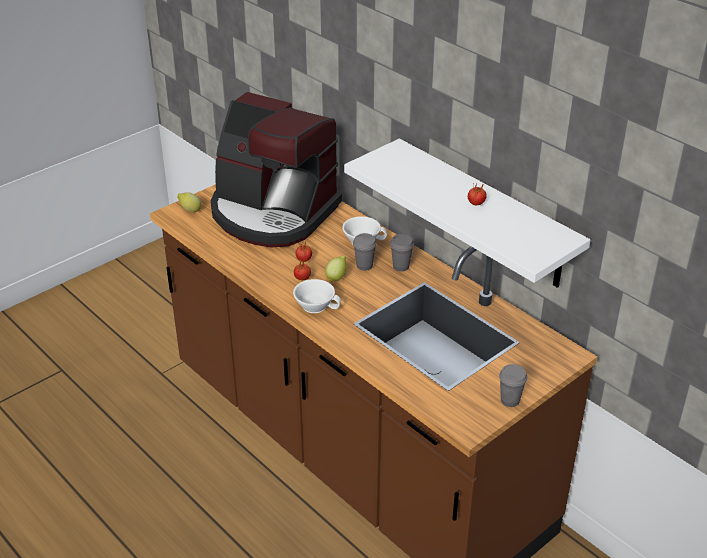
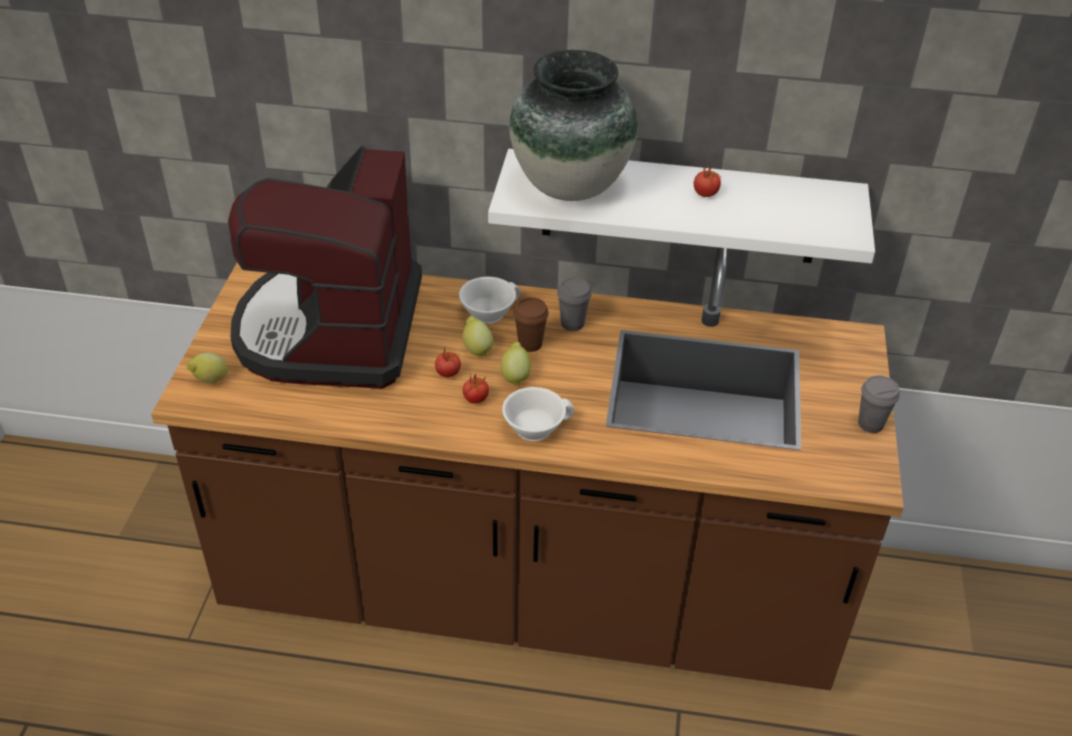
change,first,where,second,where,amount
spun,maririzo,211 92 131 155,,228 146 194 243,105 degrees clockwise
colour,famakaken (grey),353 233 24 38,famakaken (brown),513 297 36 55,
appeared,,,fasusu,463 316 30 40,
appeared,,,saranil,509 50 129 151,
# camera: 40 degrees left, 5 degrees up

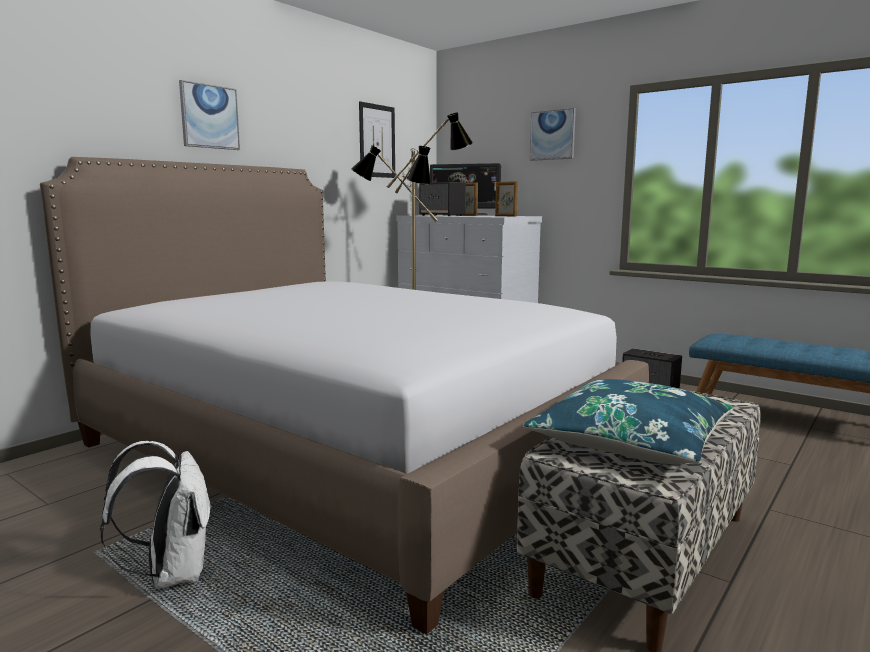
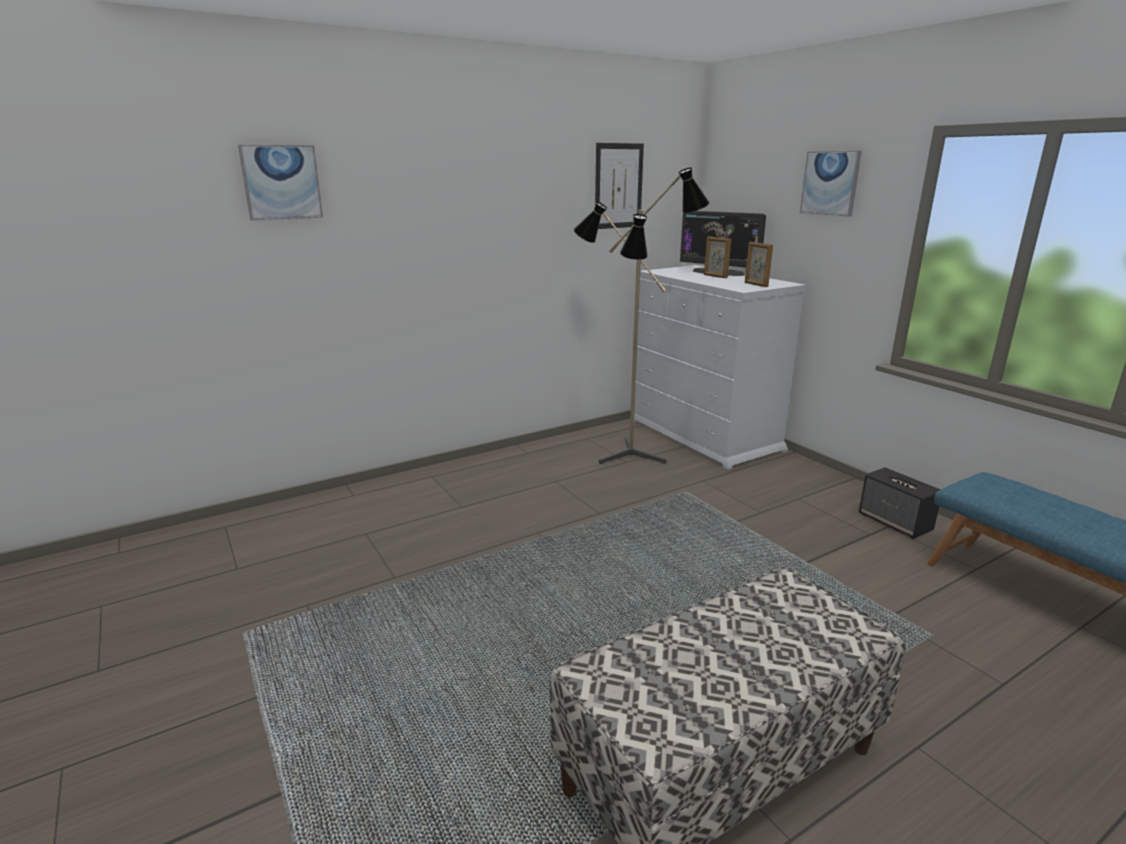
change,first,where,second,where,amount
missing,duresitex,40 157 609 478,,,
missing,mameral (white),100 441 112 148,,,
relocated,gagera,179 80 61 70,,238 145 85 75,
missing,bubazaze,419 182 47 34,,,
missing,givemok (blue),523 379 210 85,,,
# camera: 20 degrees right, 10 degrees up

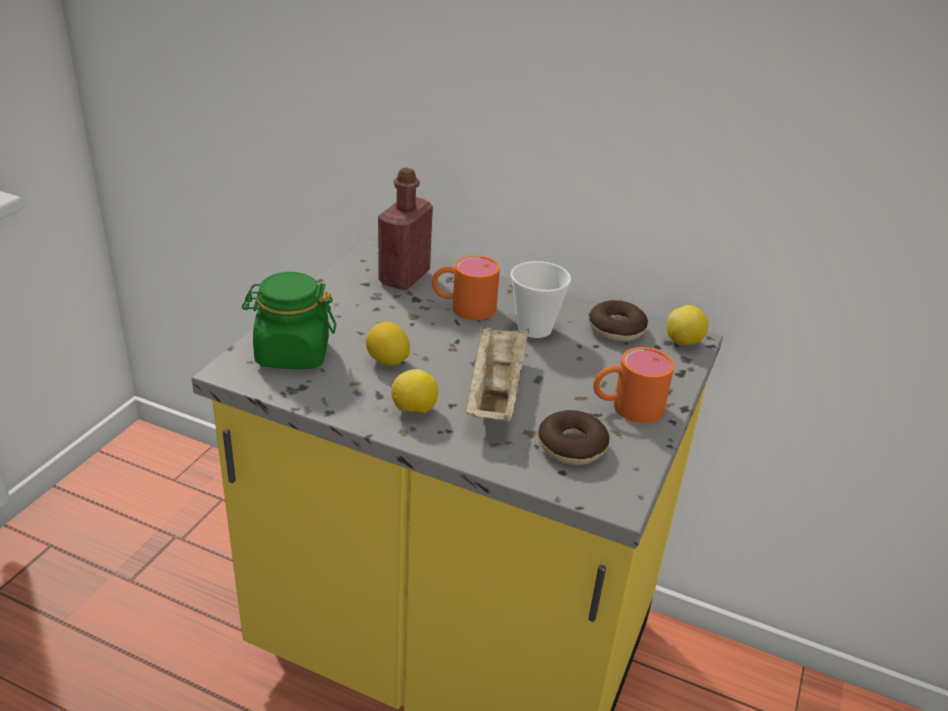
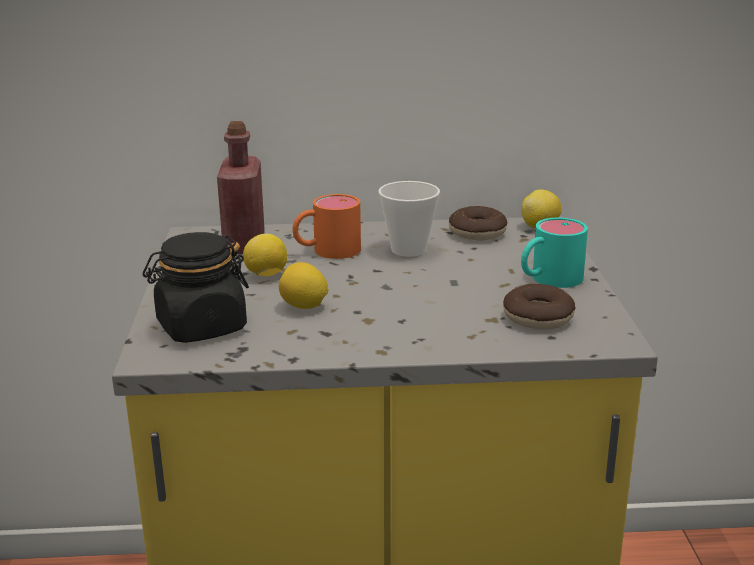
change,first,where,second,where,amount
colour,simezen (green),242 272 94 97,simezen (black),143 232 106 111,
relocated,fasusu,391 369 47 44,,243 234 44 42,
missing,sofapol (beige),465 325 64 97,,,
colour,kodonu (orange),593 347 81 76,kodonu (turquoise),521 218 67 70,
# camera: 25 degrees left, 10 degrees down

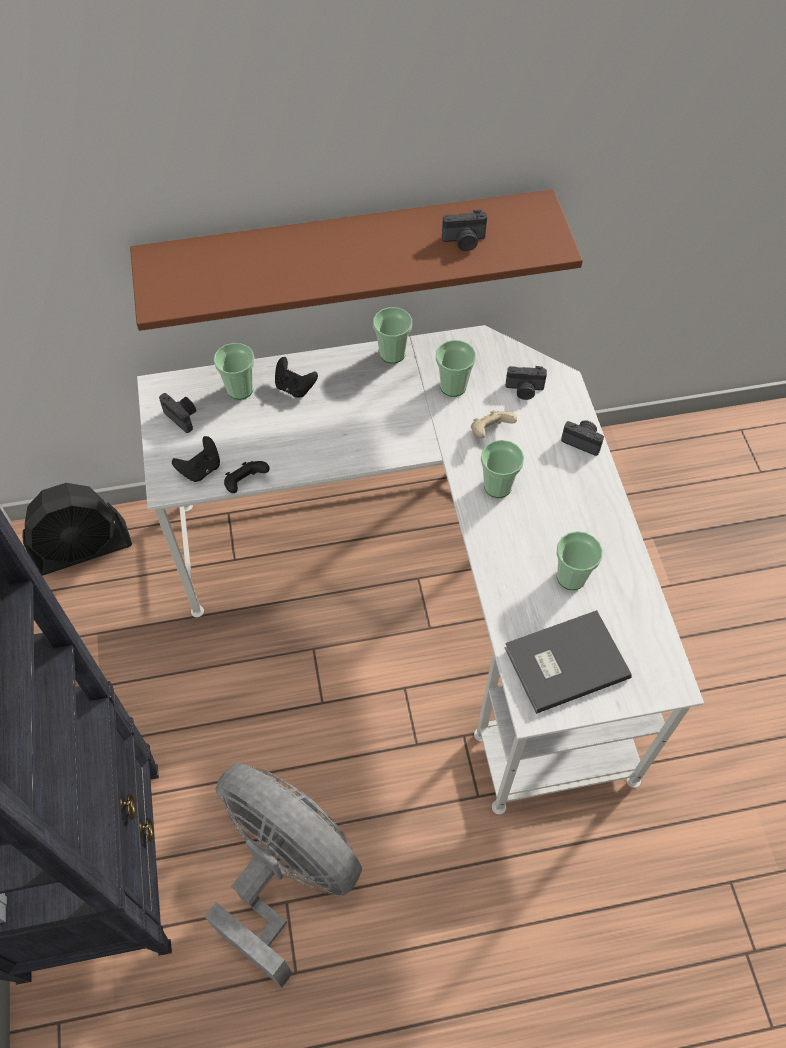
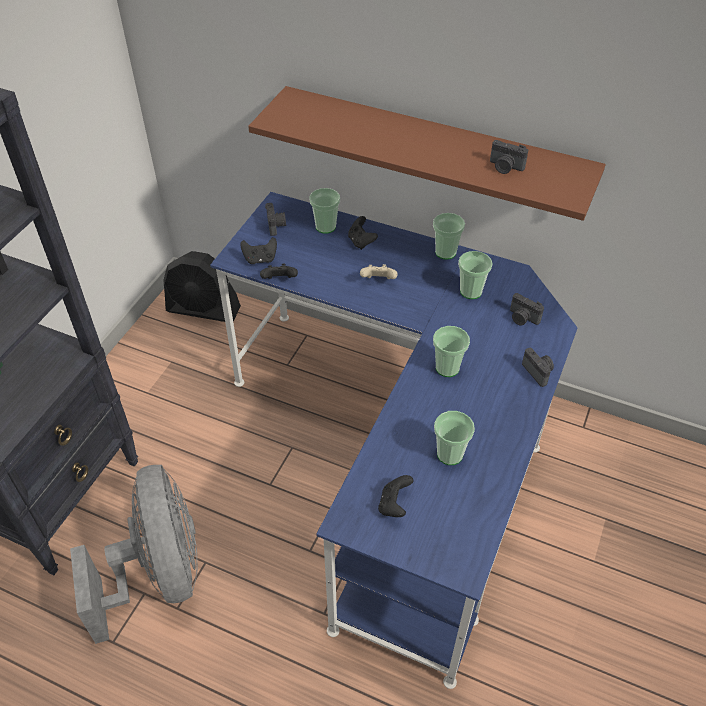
change,first,where,second,where,amount
colour,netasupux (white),137 325 567 489,netasupux (blue),210 192 368 497,
relocated,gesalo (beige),471 410 46 28,,360 264 38 15,
exchanged,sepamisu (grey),504 610 128 104,gesalo (black),378 475 35 42,
# camera: 35 degrees right, 10 degrees down

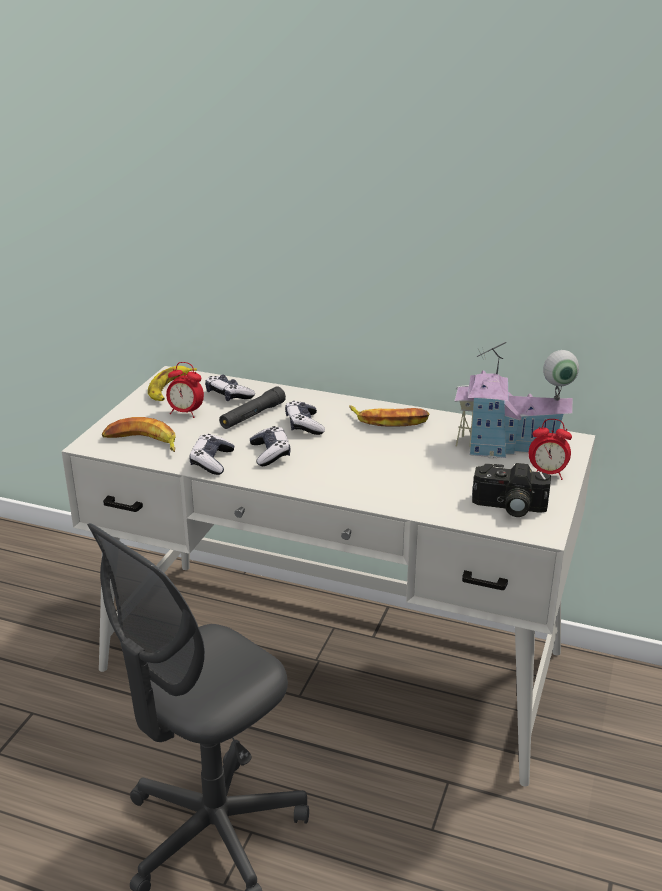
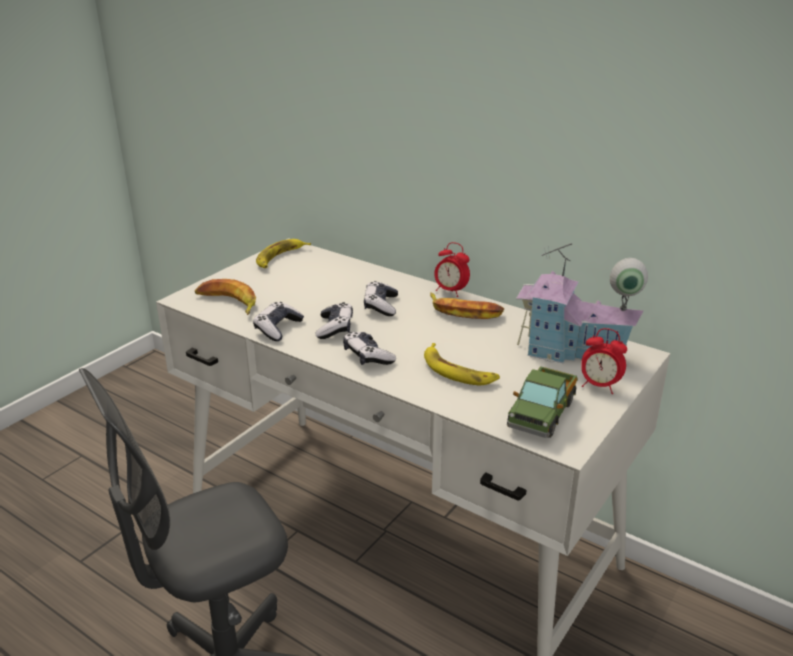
change,first,where,second,where,amount
relocated,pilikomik,166 362 38 56,,435 242 35 55,
relocated,gesalo,205 375 50 26,,343 332 53 33,
missing,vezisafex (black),219 386 67 43,,,
exchanged,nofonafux,472 463 79 54,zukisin,507 366 71 72,
appeared,,,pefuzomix,424 343 76 42,
# camera: 15 degrees right, 0 degrees up

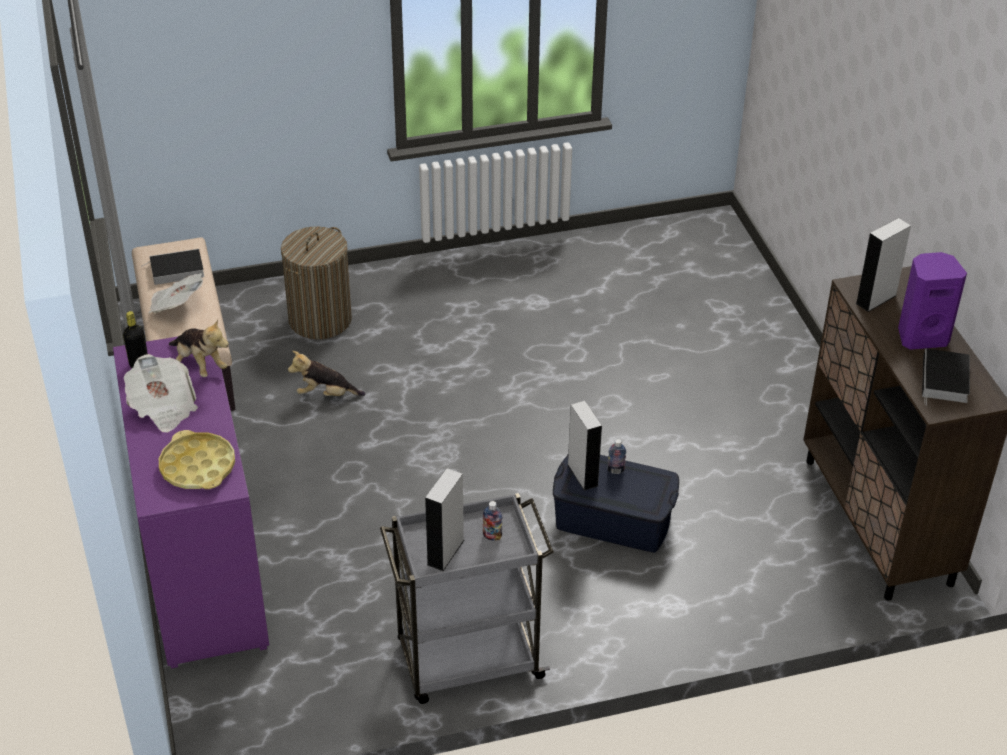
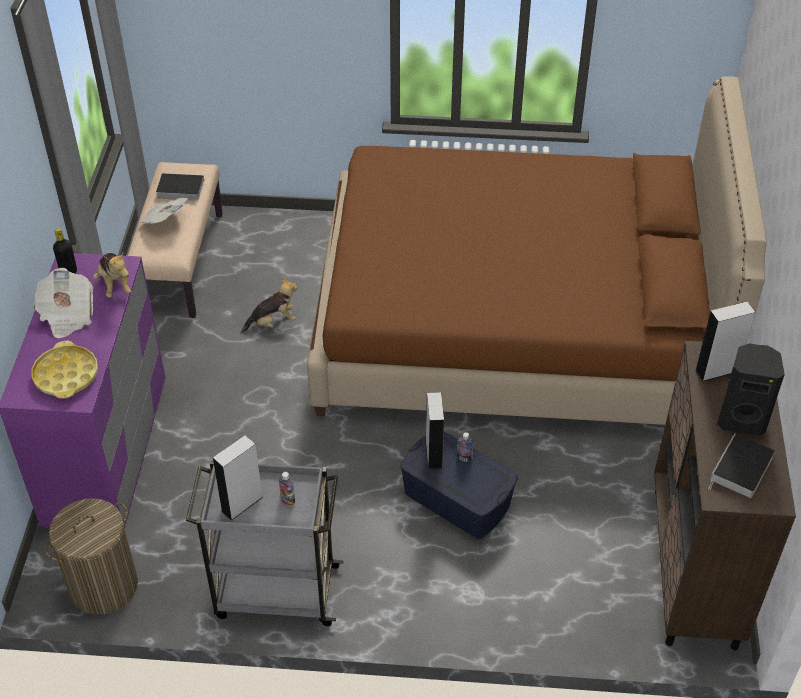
change,first,where,second,where,amount
relocated,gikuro,281 226 71 113,,45 498 93 117,
spun,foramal,288 351 77 45,,241 277 57 56,135 degrees clockwise
colour,bubazaze (purple),898 252 69 98,bubazaze (black),717 343 68 93,
appeared,,,duresitex (brown),307 76 460 349,
# camera: 20 degrees right, 5 degrees up

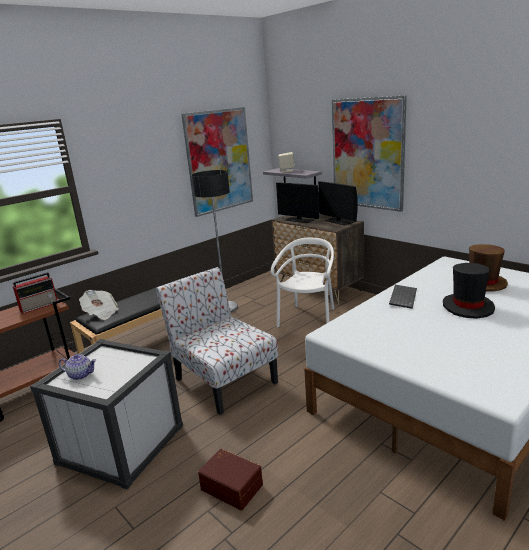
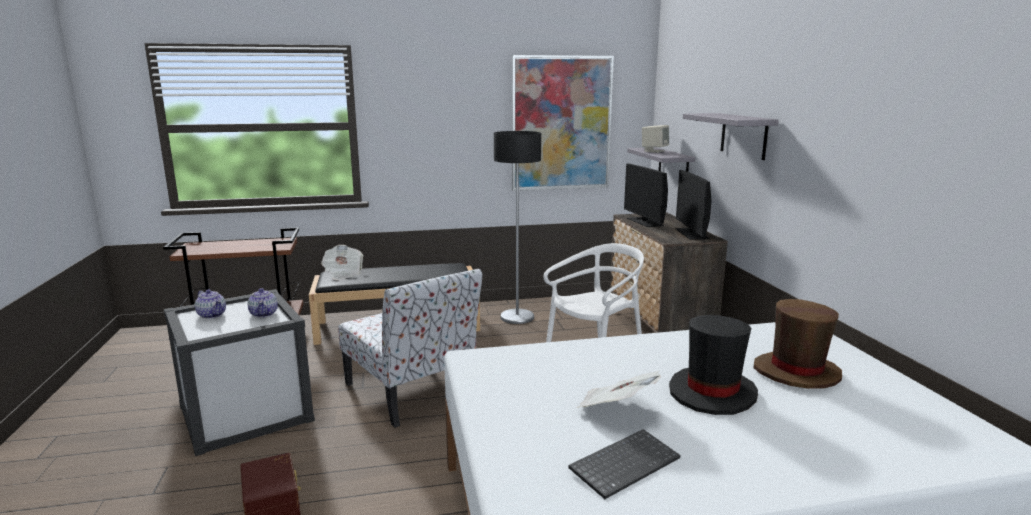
change,first,where,second,where,amount
missing,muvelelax,13 272 44 42,,,
spun,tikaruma,156 267 122 148,,338 269 144 159,150 degrees clockwise
exchanged,gagera,332 95 75 117,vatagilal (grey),683 113 96 47,
relocated,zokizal,389 285 28 24,,568 429 113 70,
appeared,,,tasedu,247 288 31 30,
appeared,,,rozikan,577 371 84 37,
# camera: 30 degrees right, 5 degrees down

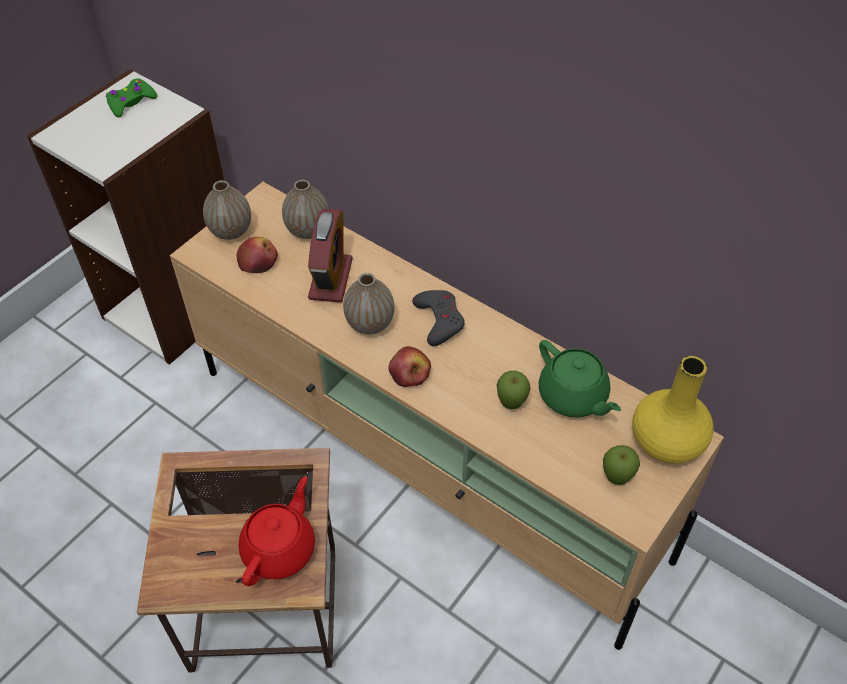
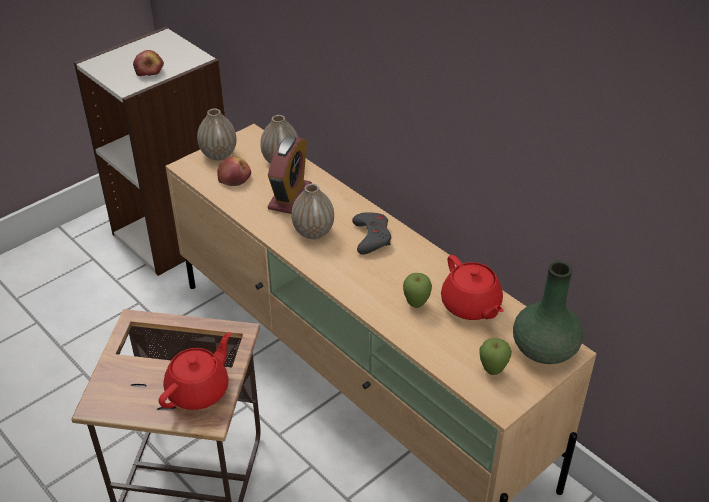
change,first,where,second,where,amount
missing,gesalo (green),106 78 51 39,,,
relocated,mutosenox,388 346 43 41,,133 50 31 26,
colour,tasedu (green),538 340 83 77,tasedu (red),441 255 62 65,
colour,saranil (yellow),632 356 82 108,saranil (green),513 261 71 103,
# camera: 10 degrees right, 10 degrees down

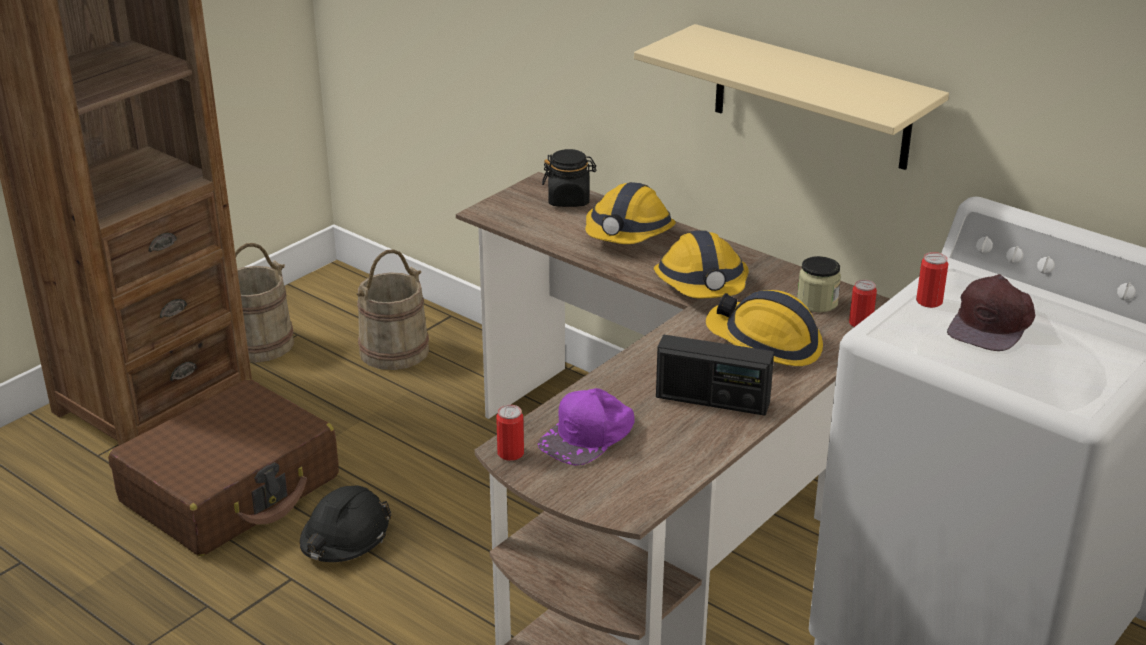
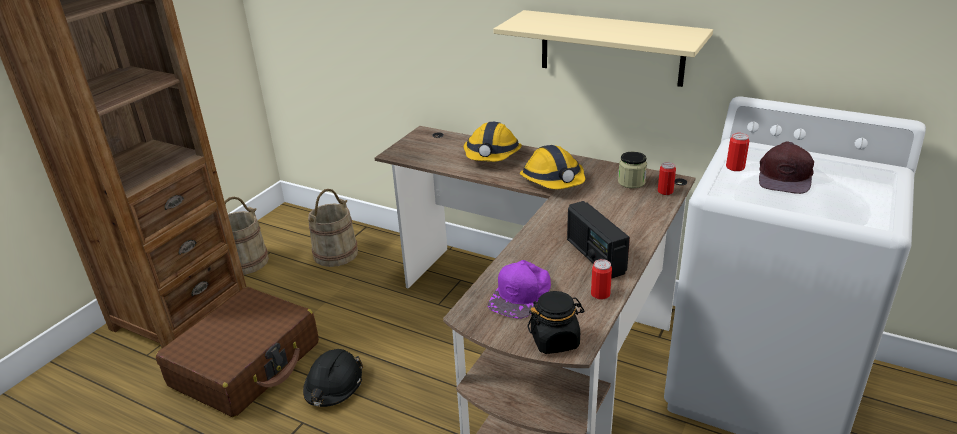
change,first,where,second,where,amount
relocated,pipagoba,496 405 28 56,,591 259 21 41,
relocated,simezen (black),542 149 55 58,,527 291 58 63,
spun,muvelelax,656 335 118 81,,567 201 63 78,60 degrees clockwise
missing,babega,706 290 117 76,,,
# camera: 10 degrees left, 0 degrees up

